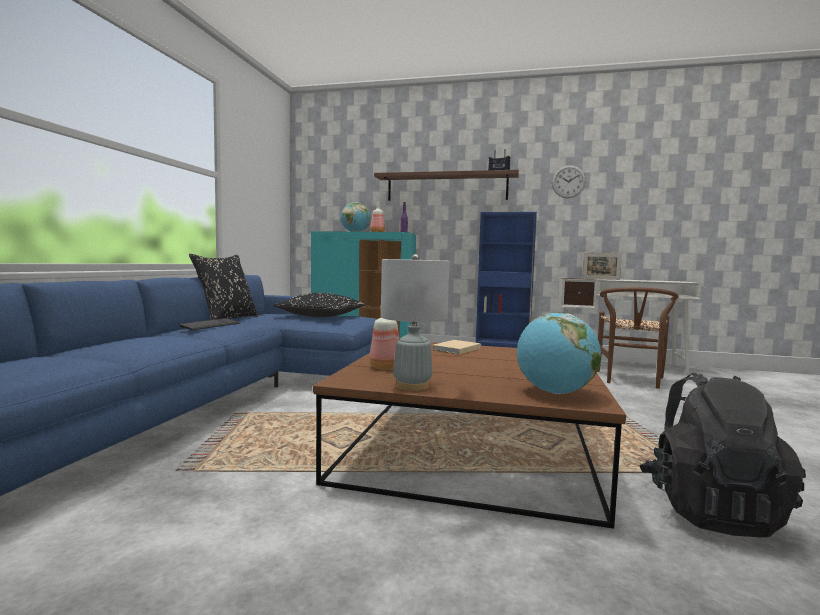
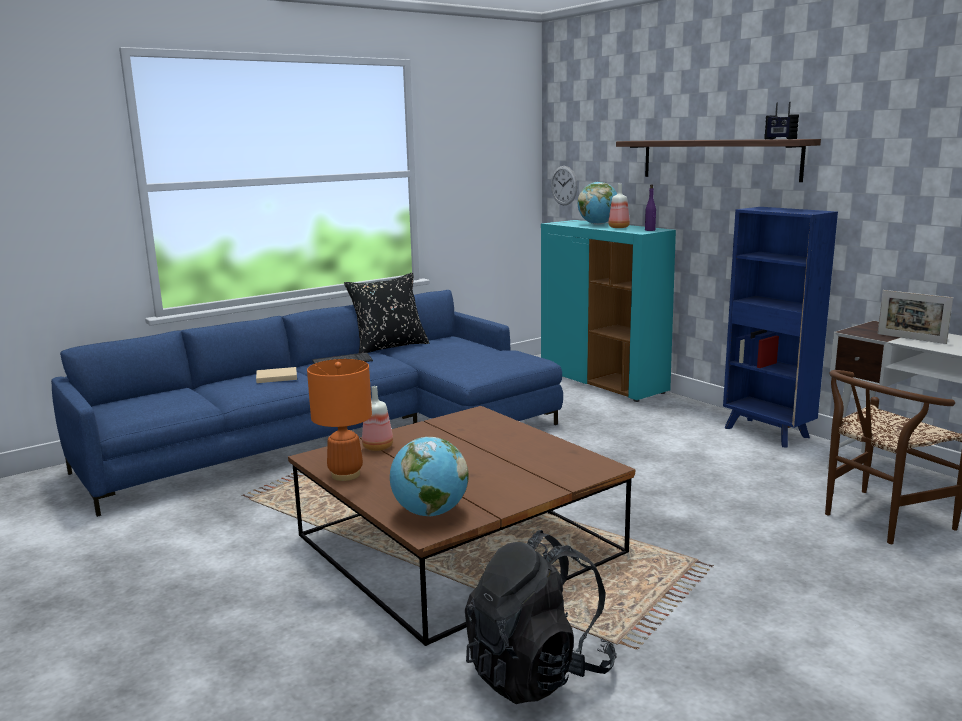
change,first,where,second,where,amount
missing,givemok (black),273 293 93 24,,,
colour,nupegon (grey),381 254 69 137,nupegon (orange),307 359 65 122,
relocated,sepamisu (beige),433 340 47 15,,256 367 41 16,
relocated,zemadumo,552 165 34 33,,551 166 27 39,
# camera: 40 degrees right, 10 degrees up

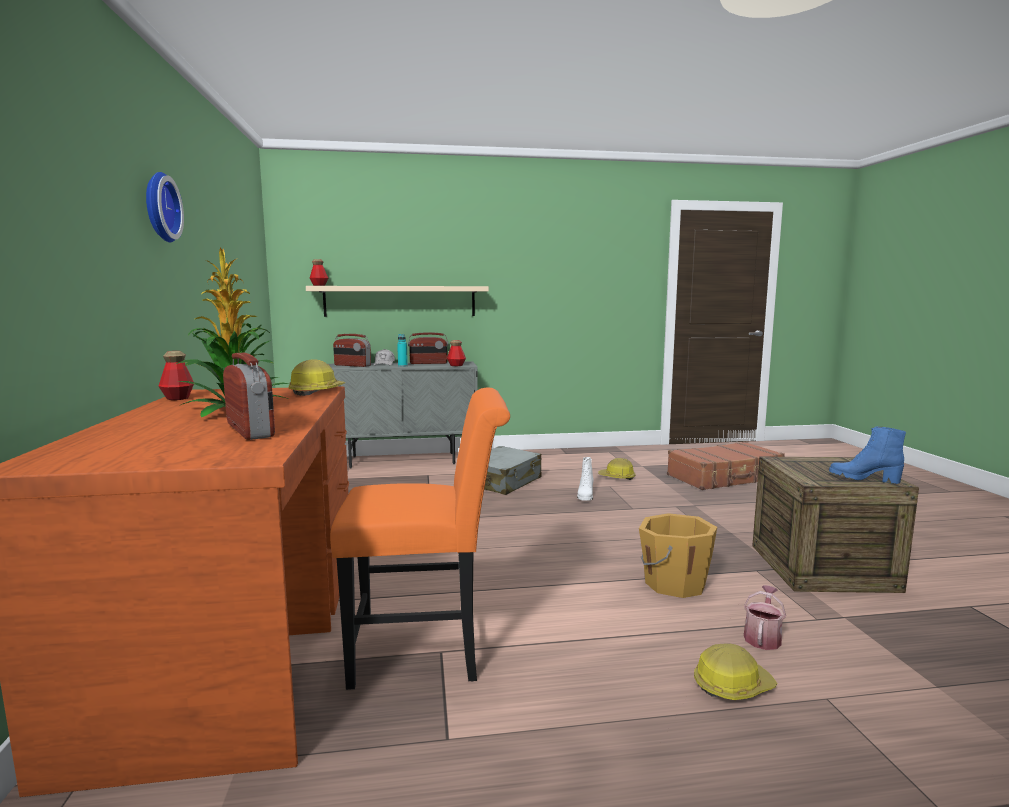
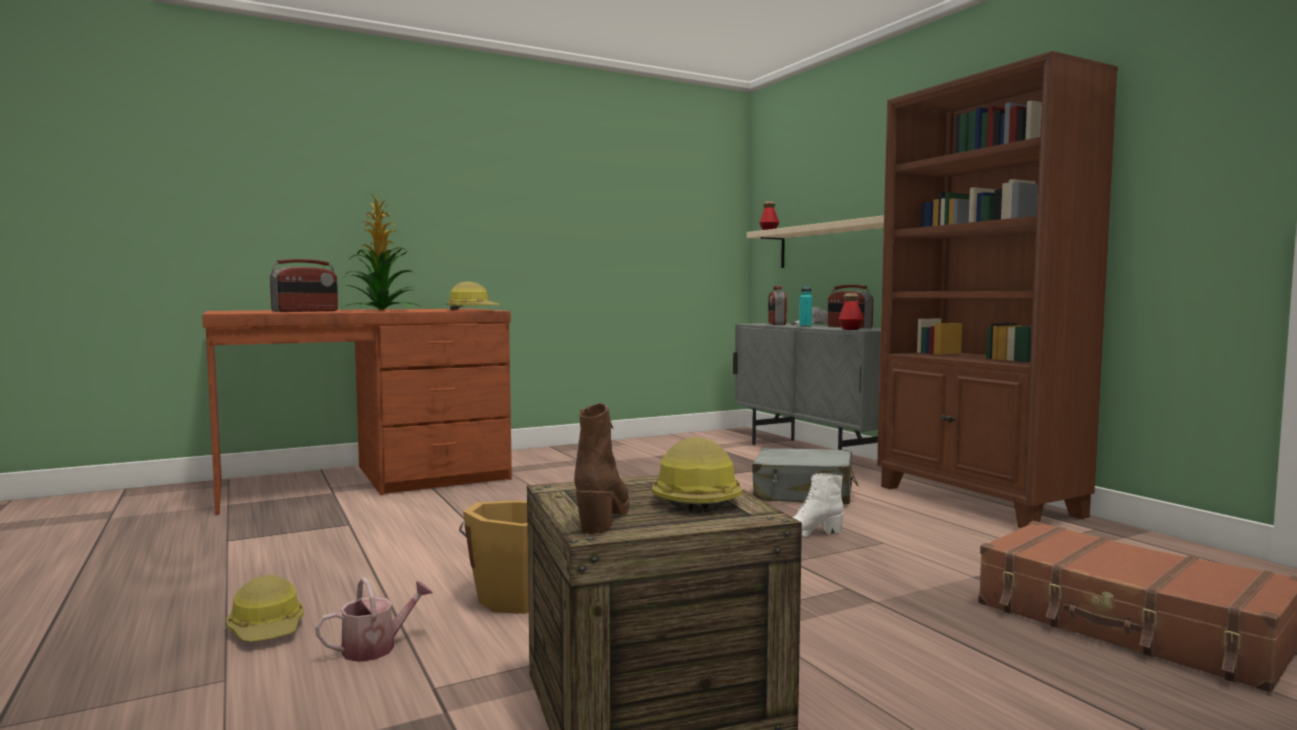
change,first,where,second,where,amount
missing,zemadumo,146 172 38 70,,,
missing,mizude,159 351 35 49,,,
missing,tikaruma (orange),330 388 180 302,,,
relocated,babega,598 458 38 22,,652 437 91 76,
spun,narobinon,744 585 42 65,,315 577 118 85,45 degrees counterclockwise
colour,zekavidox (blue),829 426 77 58,zekavidox (brown),574 403 55 131,
appeared,,,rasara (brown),877 51 241 477,
# camera: 70 degrees right, 5 degrees down

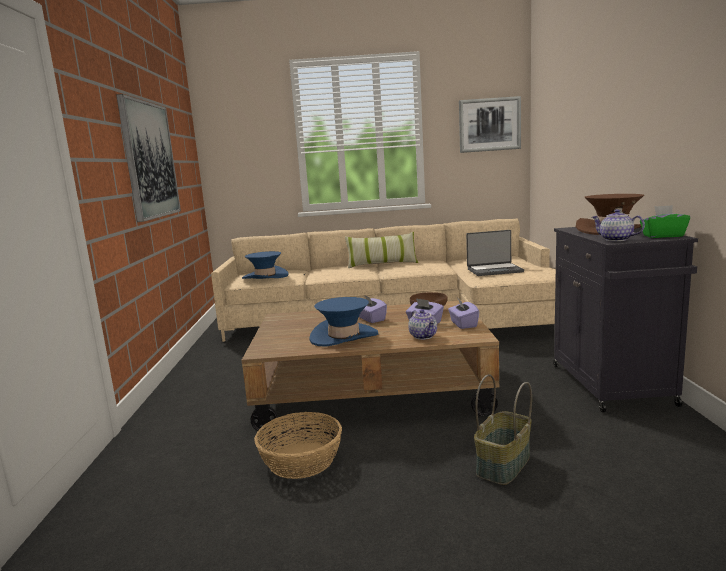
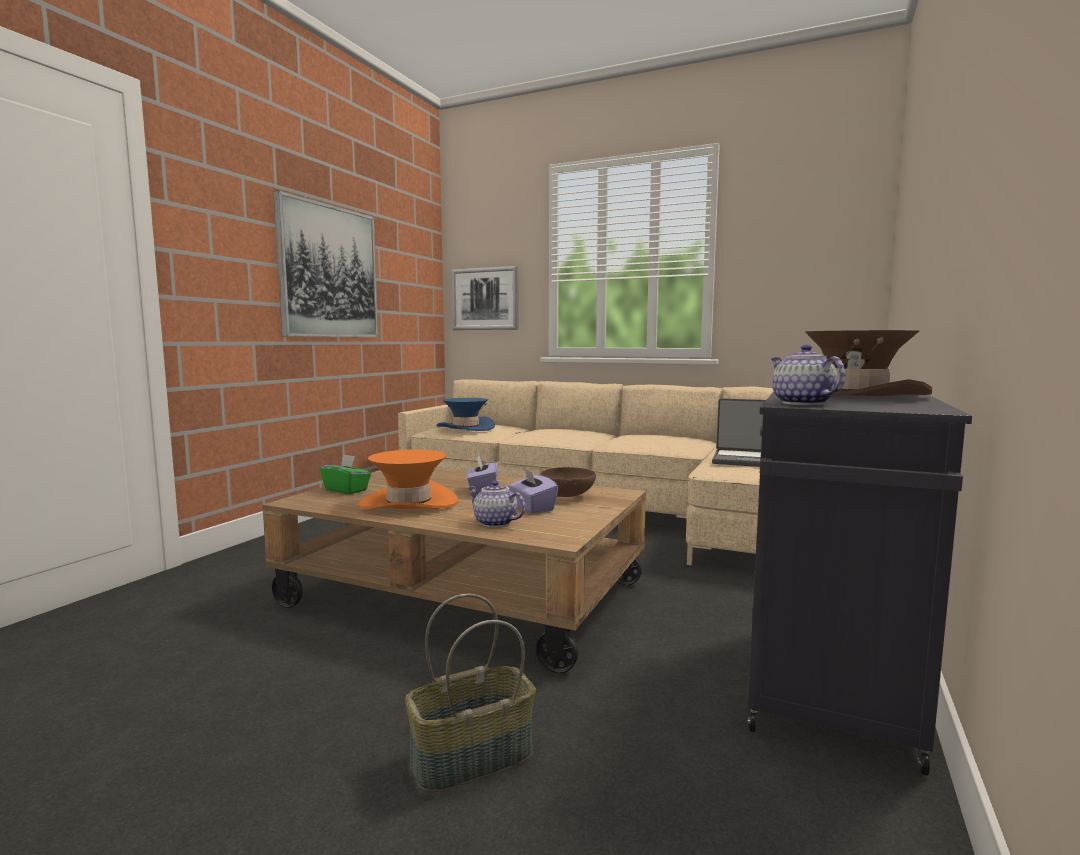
change,first,where,second,where,amount
missing,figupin,254 412 88 67,,,
colour,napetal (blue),309 297 70 50,napetal (orange),358 449 100 60,
missing,givemok,345 232 73 36,,,
spun,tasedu,408 309 29 31,,467 481 58 46,120 degrees clockwise
missing,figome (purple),448 297 31 32,,,
relocated,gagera,459 96 62 57,,451 266 67 64,
relocated,figome (green),640 205 50 33,,320 454 51 40,
# camera: 25 degrees right, 5 degrees down

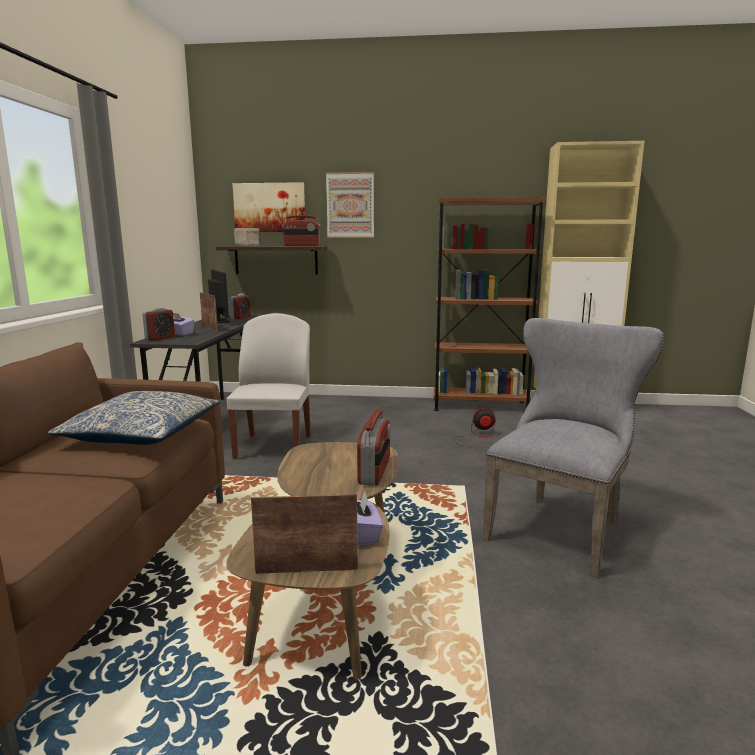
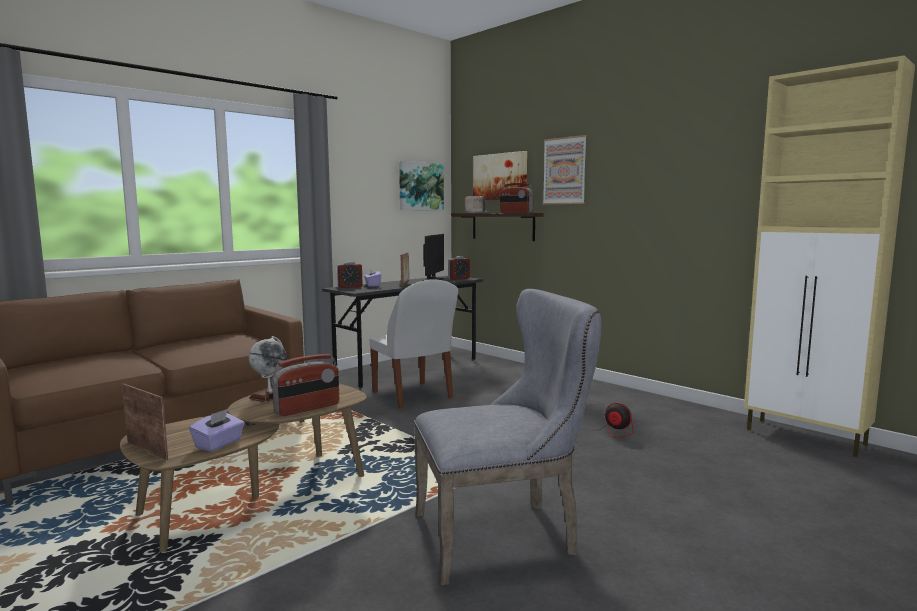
change,first,where,second,where,amount
missing,givemok,48 391 172 54,,,
spun,tikaruma (white),226 313 85 146,,369 279 89 130,105 degrees clockwise
missing,rasara (brown),434 198 112 213,,,
appeared,,,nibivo,249 336 38 66,
appeared,,,gagera,399 161 45 49,
# camera: 40 degrees right, 5 degrees down

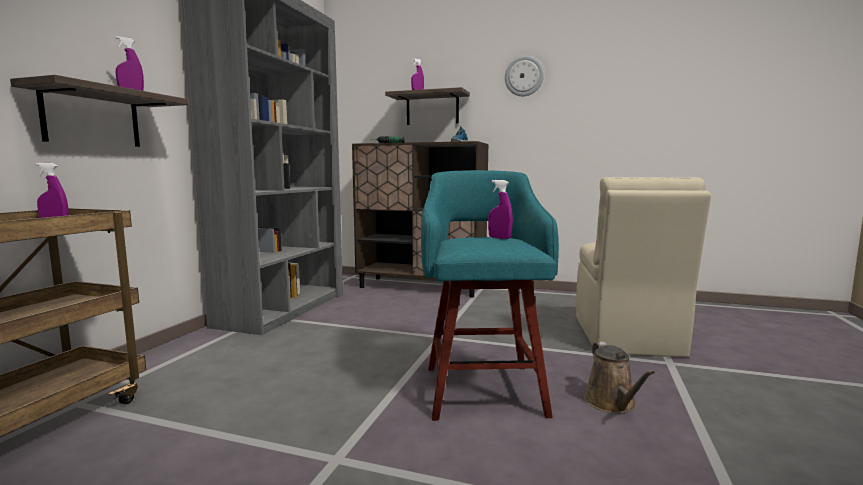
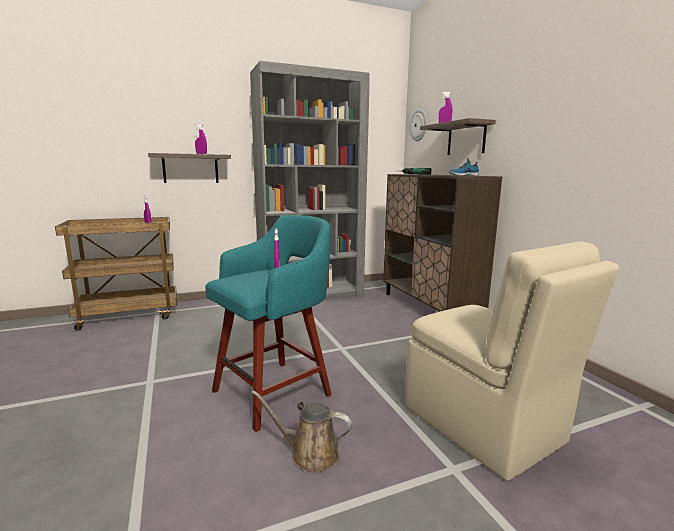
change,first,where,second,where,amount
relocated,zemadumo,505 56 39 40,,409 109 18 32,
spun,tikaruma (beige),576 177 135 180,,405 241 214 240,90 degrees counterclockwise
spun,narobinon (brown),584 342 71 71,,251 390 101 82,60 degrees clockwise
# camera: 50 degrees right, 5 degrees up

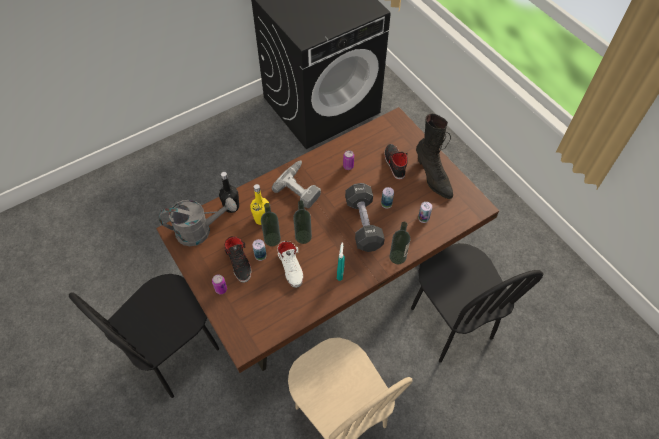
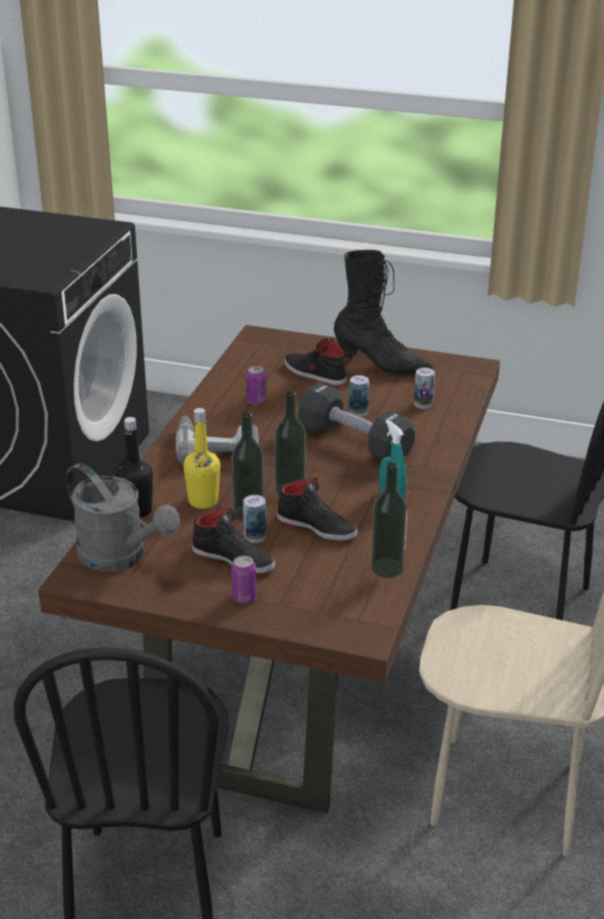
change,first,where,second,where,amount
spun,narobinon (grey),159 197 78 49,,66 463 114 109,90 degrees clockwise
colour,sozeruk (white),277 241 26 47,sozeruk (black),277 477 81 64,
relocated,mizude,389 222 21 42,,371 462 36 116,
# camera: 40 degrees left, 25 degrees down

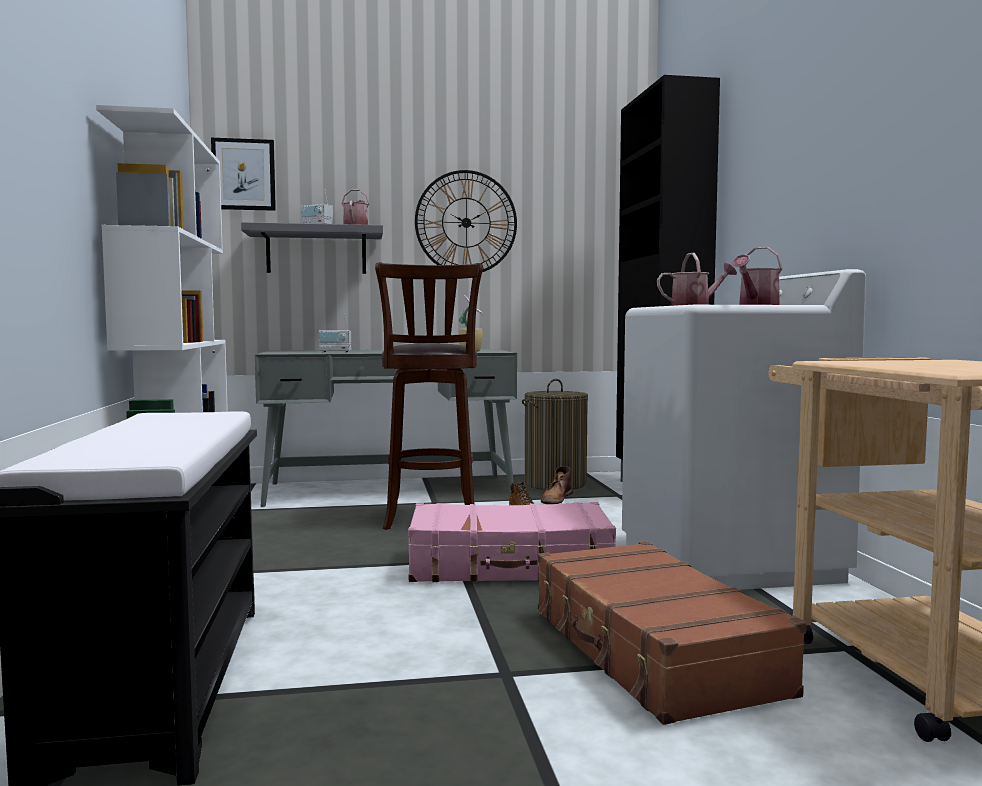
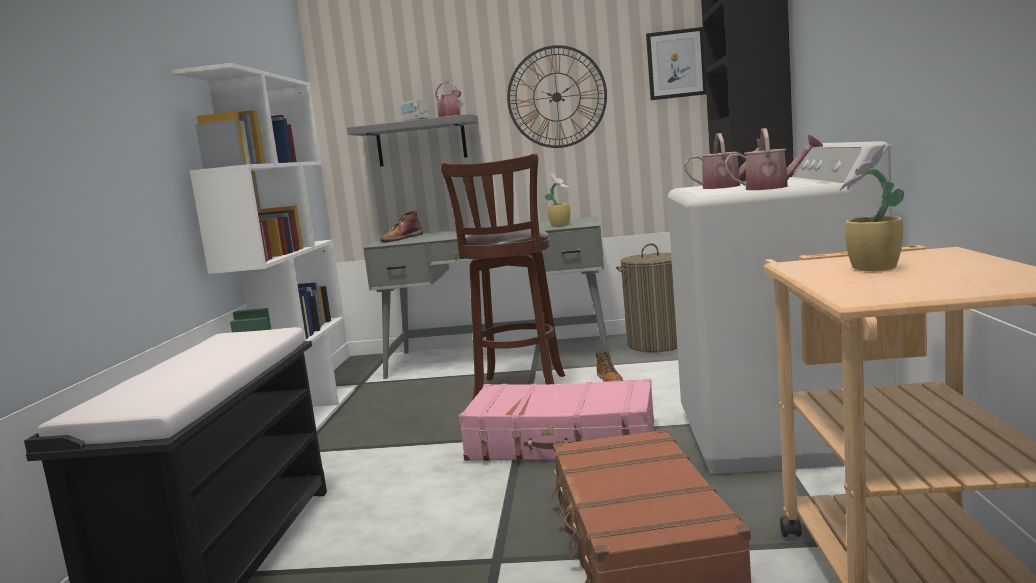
change,first,where,second,where,amount
relocated,gagera,211 138 65 73,,646 27 60 73,
missing,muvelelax,319 314 32 38,,,
relocated,zekavidox (brown),541 466 32 38,,380 211 43 31,
spun,narobinon,732 247 51 58,,724 128 99 62,135 degrees counterclockwise
appeared,,,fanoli,840 144 64 127,
# camera: 15 degrees right, 5 degrees up

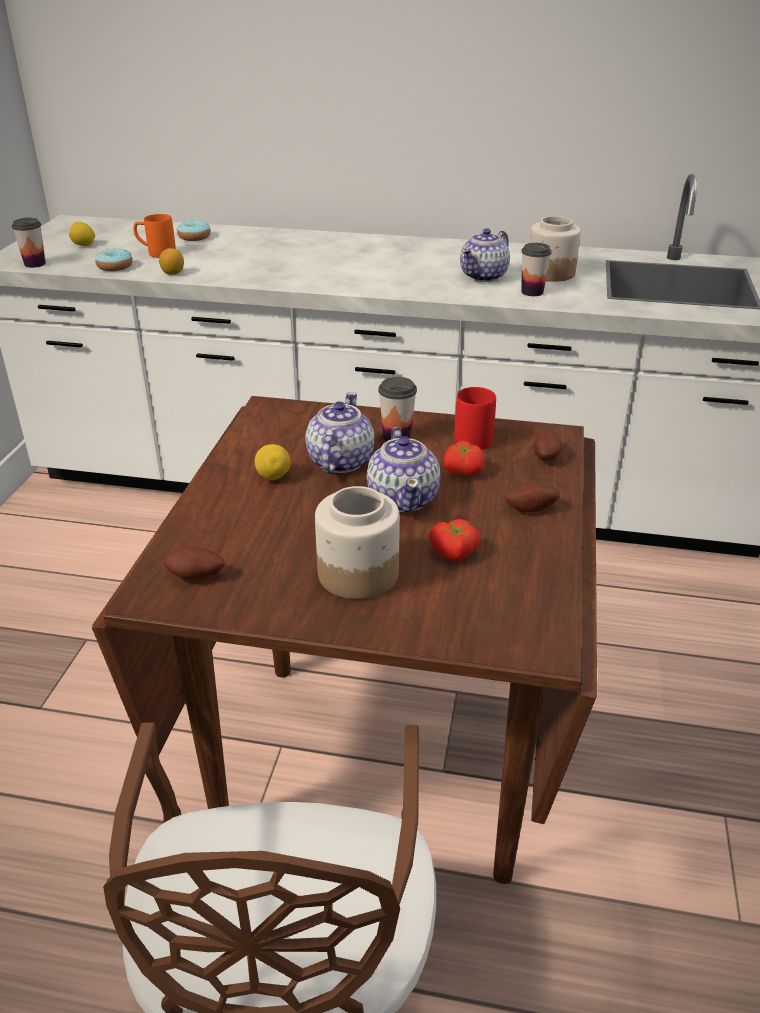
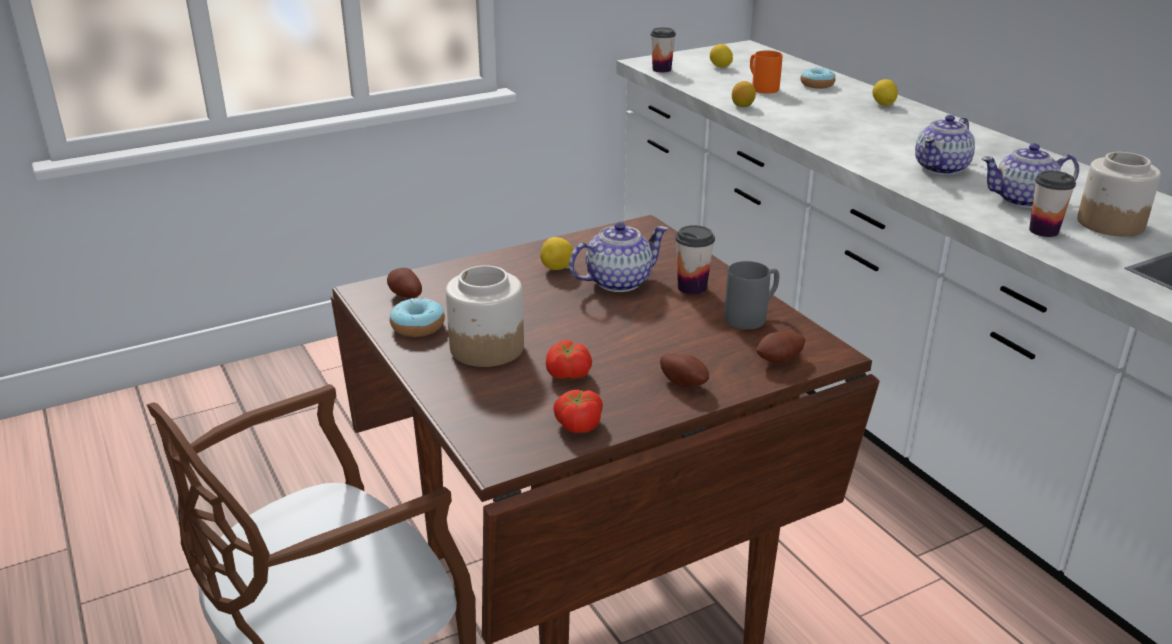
change,first,where,second,where,amount
relocated,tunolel,95 248 38 23,,390 298 55 39,
relocated,tasedu,367 427 73 86,,915 115 60 60,
relocated,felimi,444 440 41 35,,553 390 50 43,
colour,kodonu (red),454 387 42 63,kodonu (grey),724 261 55 69,
appeared,,,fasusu,872 79 26 27,
# camera: 50 degrees right, 5 degrees down

